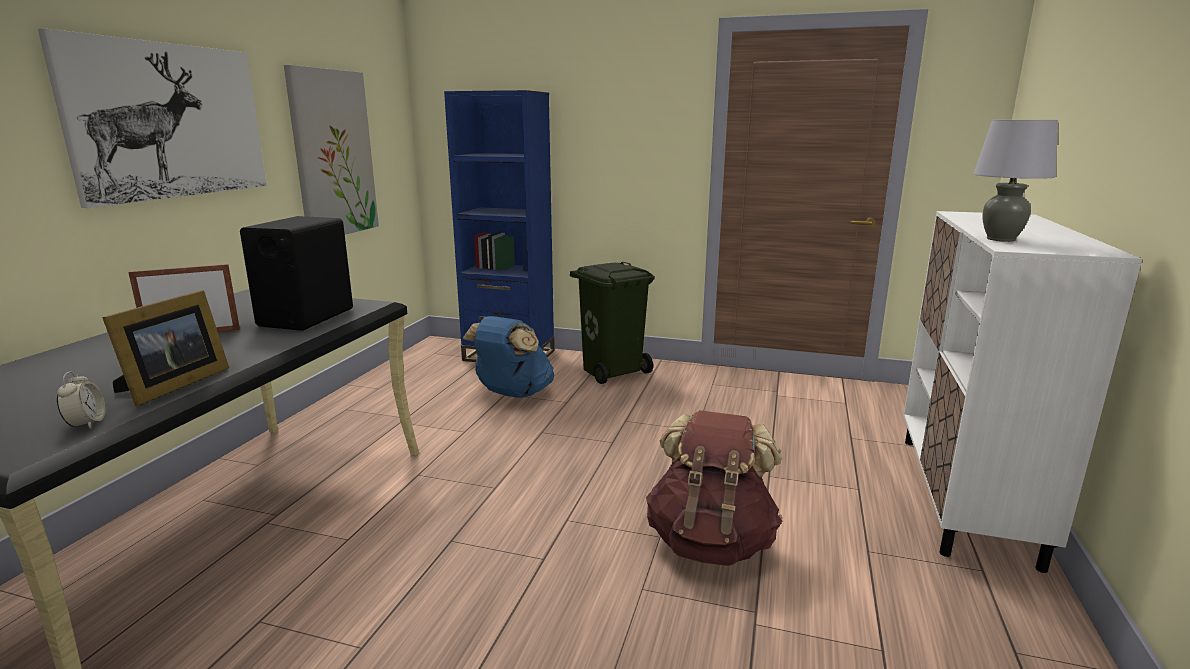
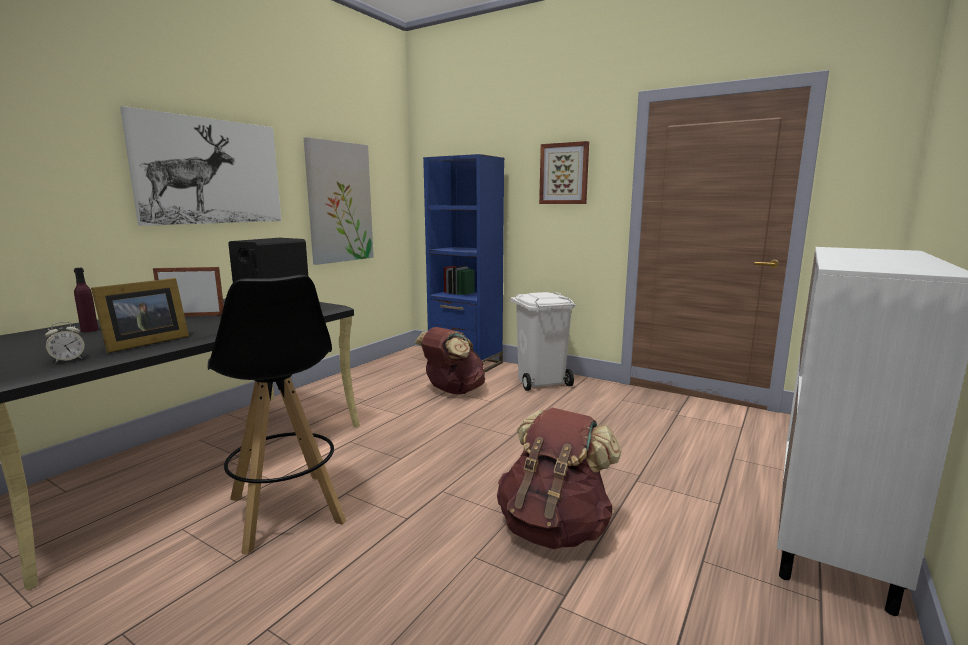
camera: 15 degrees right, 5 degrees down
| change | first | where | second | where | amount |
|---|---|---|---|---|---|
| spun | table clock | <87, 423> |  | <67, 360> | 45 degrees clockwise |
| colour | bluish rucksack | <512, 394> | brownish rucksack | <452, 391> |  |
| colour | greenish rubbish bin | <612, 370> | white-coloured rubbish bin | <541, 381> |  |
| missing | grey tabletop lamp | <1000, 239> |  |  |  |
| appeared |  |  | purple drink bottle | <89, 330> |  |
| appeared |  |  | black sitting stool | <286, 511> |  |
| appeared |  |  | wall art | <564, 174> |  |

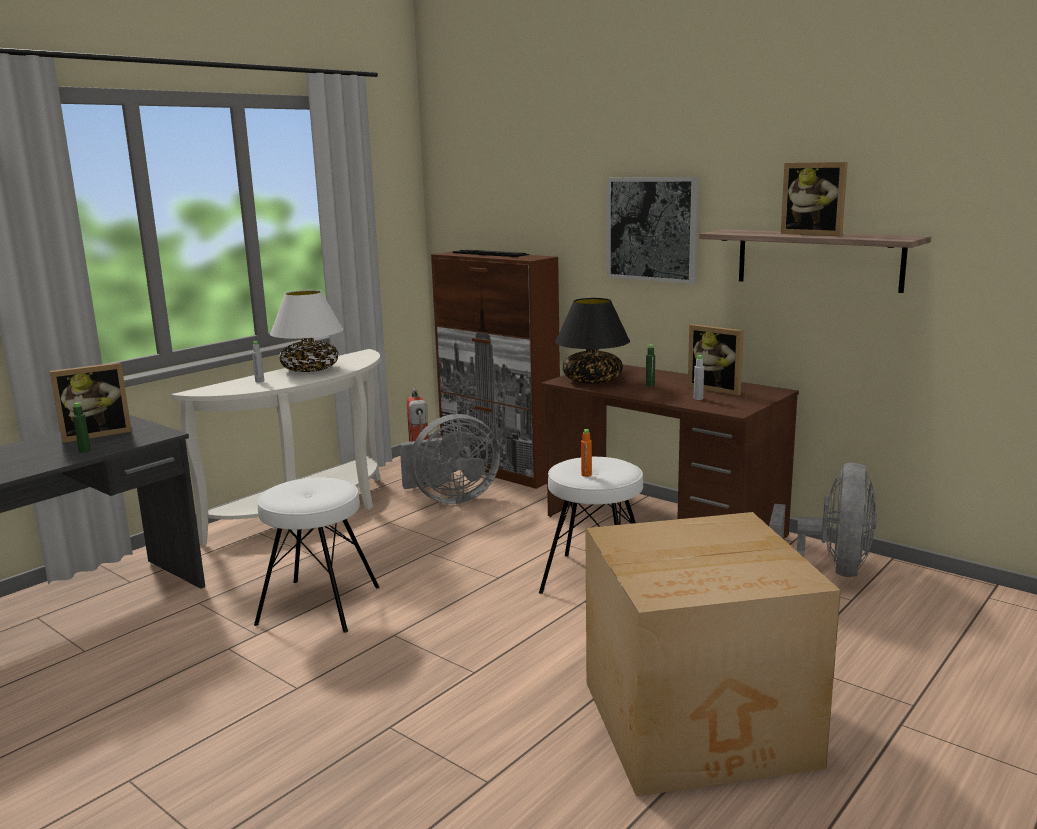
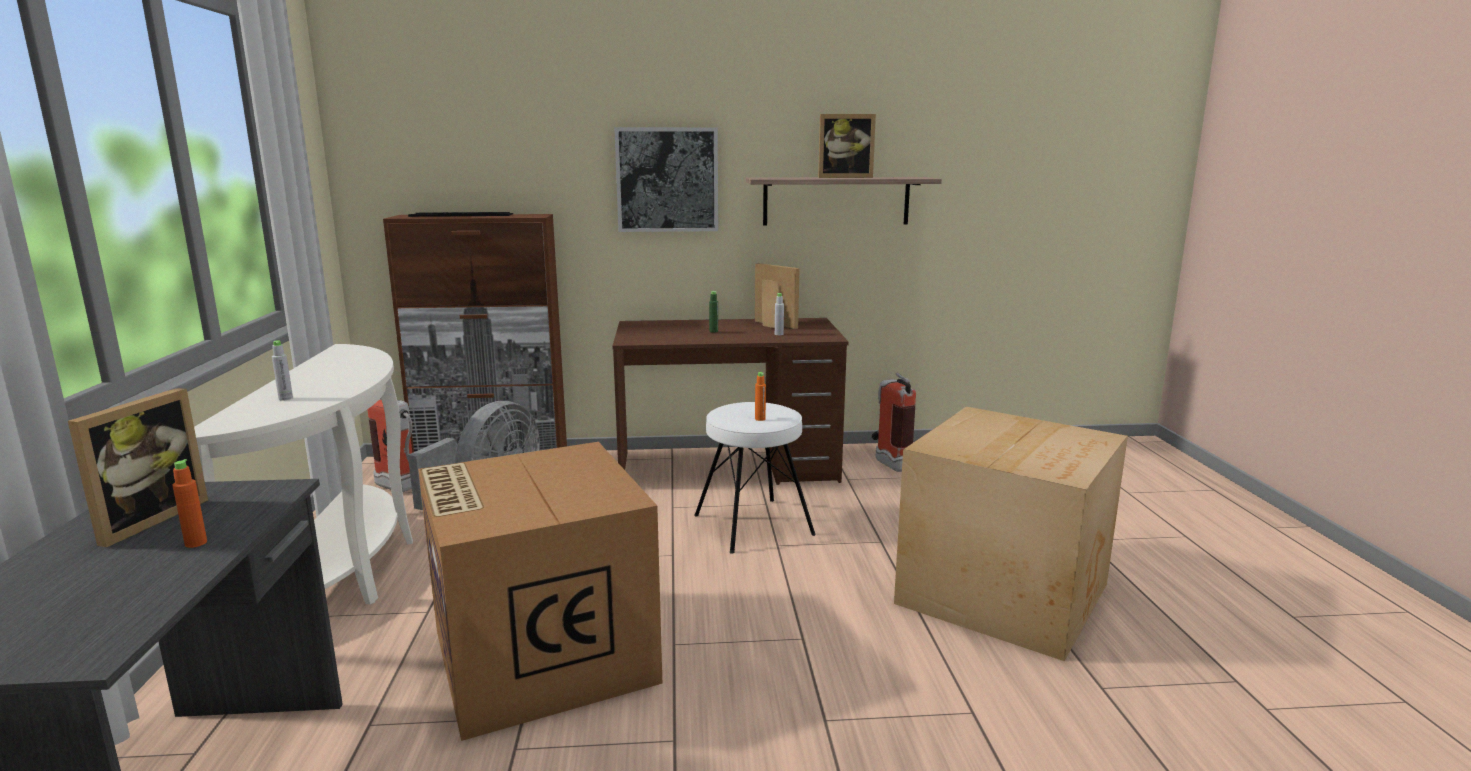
camera: 45 degrees left, 0 degrees up
| change | first | where | second | where | amount |
|---|---|---|---|---|---|
| colour | greenish drink bottle | <84, 451> | orange drink bottle | <196, 543> |  |
| exchanged | white-coloured sitting stool | <319, 605> | packing box | <540, 655> |  |
| missing | white-coloured tabletop lamp | <310, 369> |  |  |  |
| missing | black tabletop lamp | <592, 381> |  |  |  |
| spun | picture frame | <717, 389> |  | <771, 325> | 135 degrees counterclockwise |
| exchanged | grey electric fan | <830, 571> | fire-fighting cylinder | <888, 462> |  |

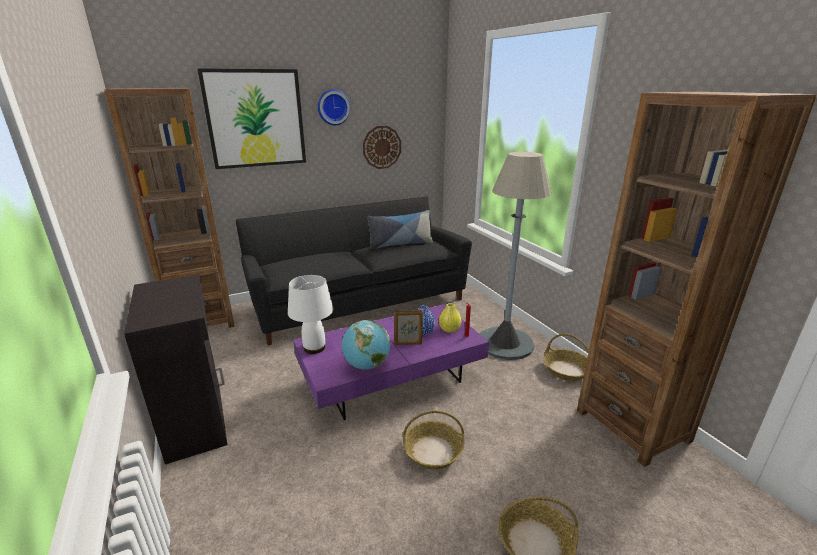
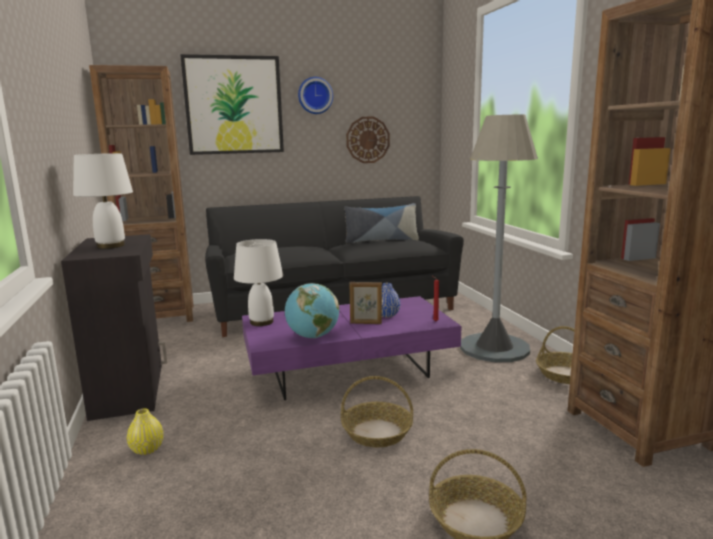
camera: 10 degrees right, 10 degrees down
| change | first | where | second | where | amount |
|---|---|---|---|---|---|
| relocated | yellow decorative vase | <449, 329> |  | <147, 449> |  |
| appeared |  |  | white-coloured tabletop lamp | <111, 246> |  |

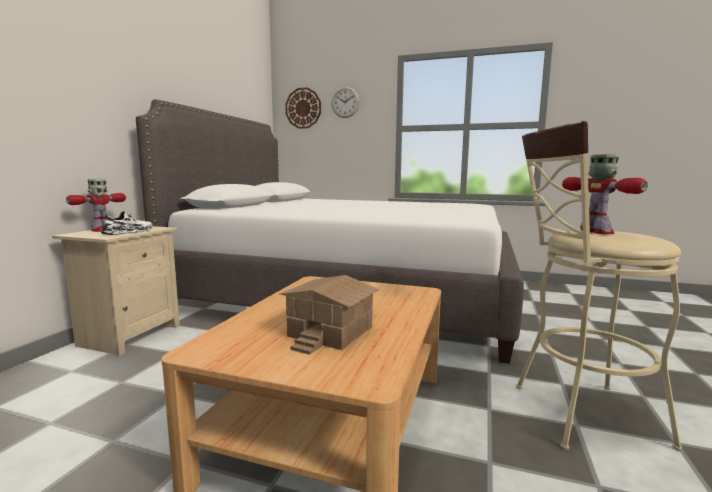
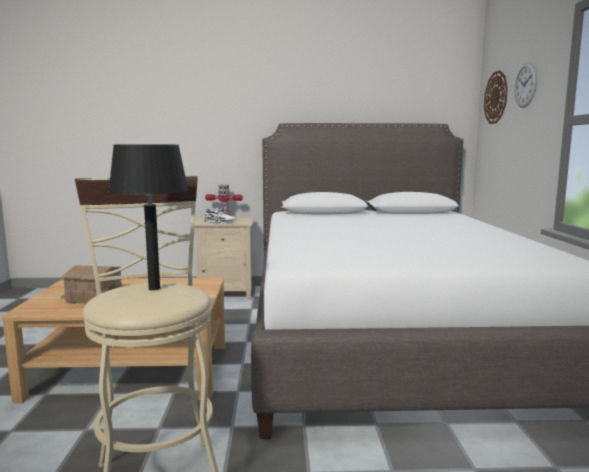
camera: 70 degrees right, 0 degrees up
| change | first | where | second | where | amount |
|---|---|---|---|---|---|
| exchanged | model robot | <597, 232> | black tabletop lamp | <154, 288> |  |

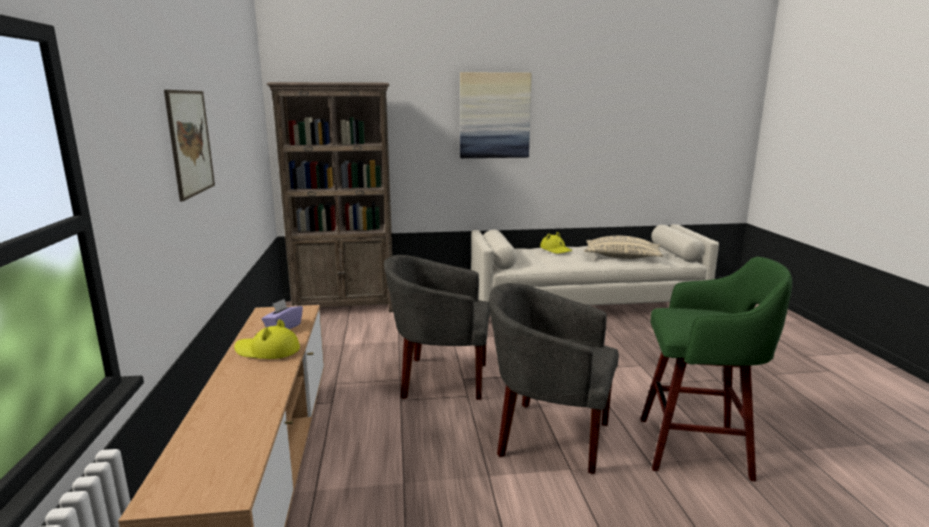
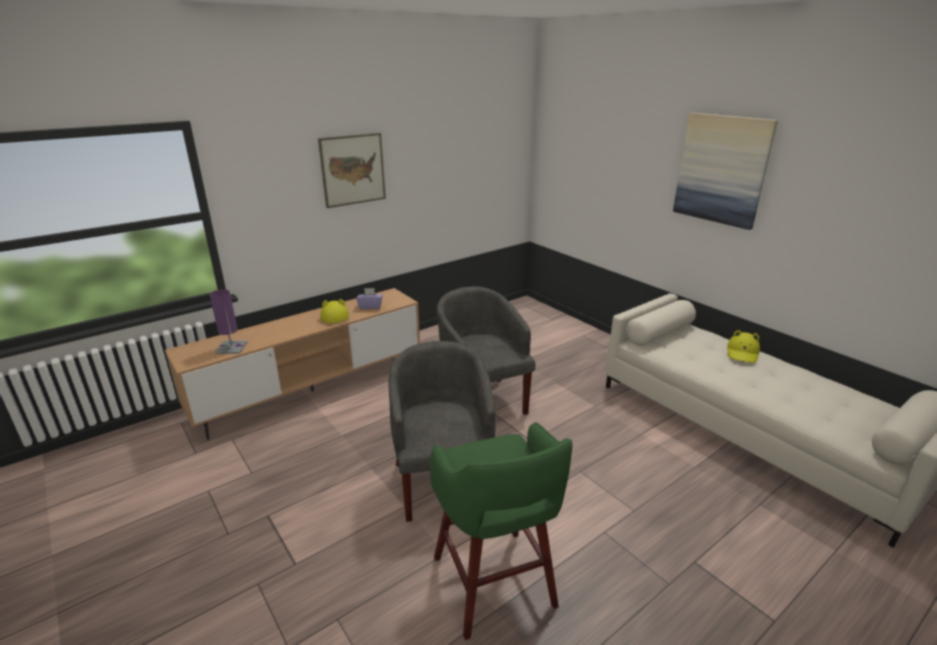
camera: 60 degrees right, 10 degrees up
| change | first | where | second | where | amount |
|---|---|---|---|---|---|
| missing | brownish bookcase | <346, 307> |  |  |  |
| missing | beige cushion | <622, 257> |  |  |  |
| appeared |  |  | purple tabletop lamp | <231, 347> |  |

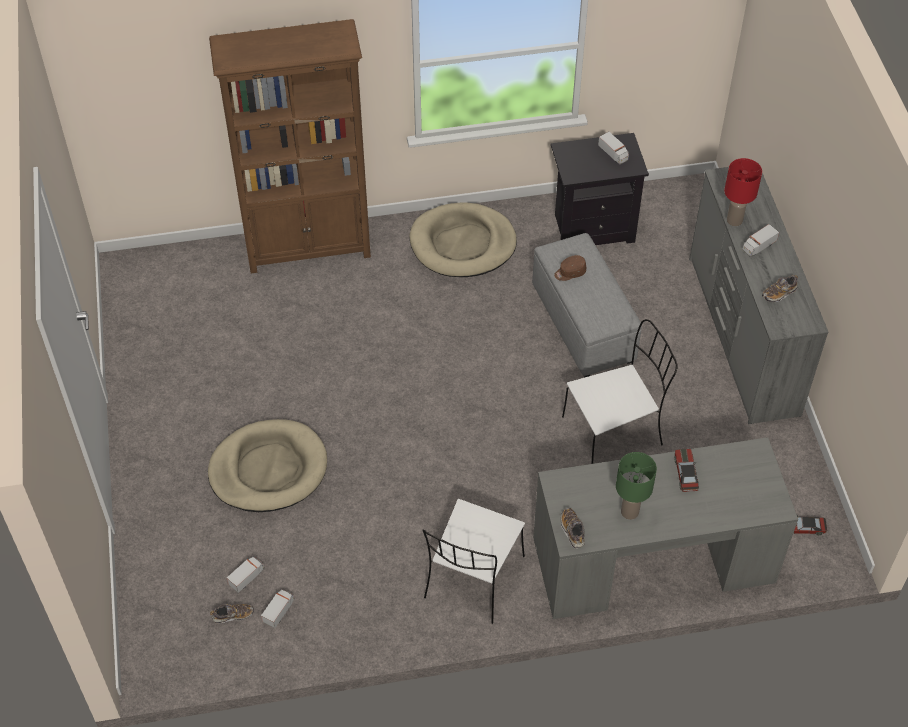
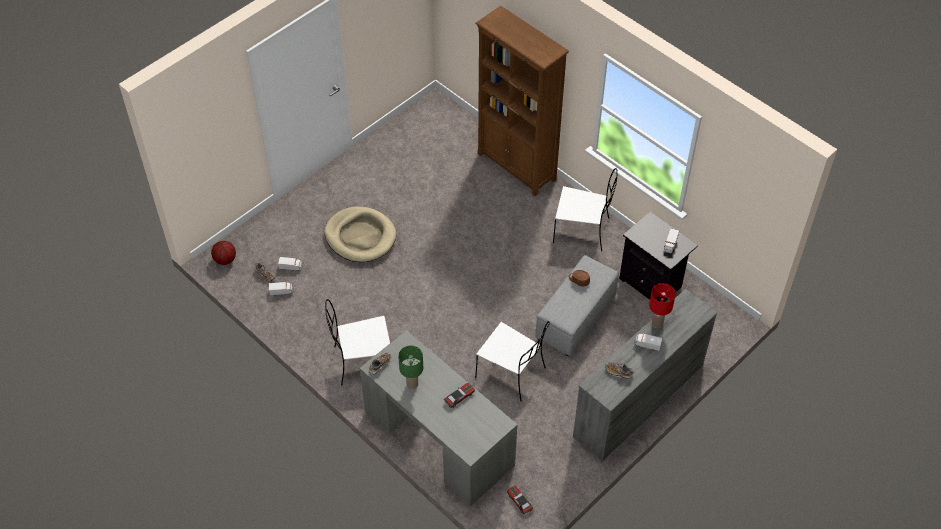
camera: 55 degrees right, 0 degrees up
| change | first | where | second | where | amount |
|---|---|---|---|---|---|
| exchanged | beige dog cushion | <462, 244> | white-coloured upright chair | <583, 231> |  |
| appeared |  |  | basketball ball | <225, 259> |  |

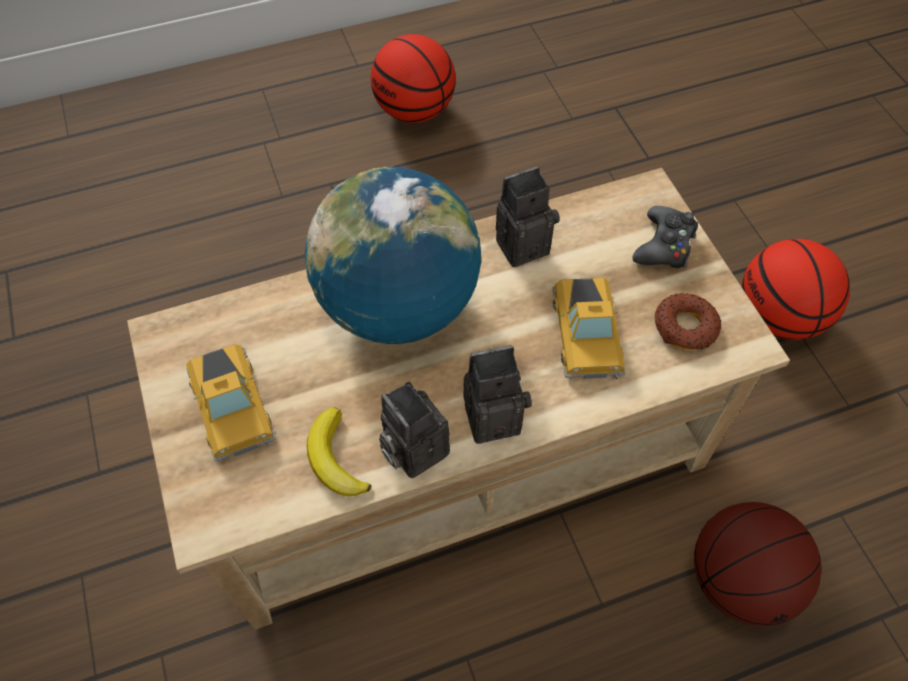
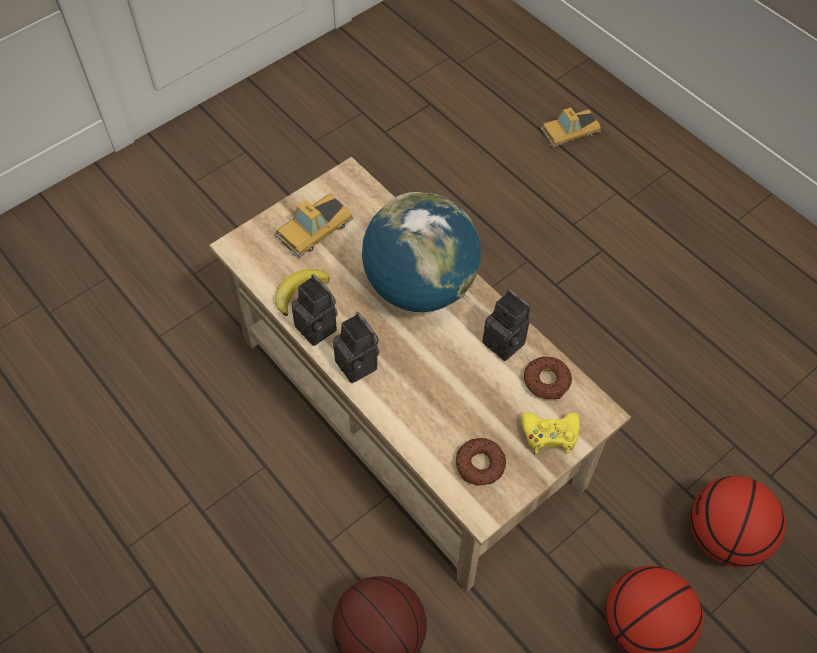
camera: 70 degrees right, 0 degrees up
| change | first | where | second | where | amount |
|---|---|---|---|---|---|
| relocated | basketball ball | <415, 110> |  | <725, 536> |  |
| spun | photo camera | <411, 449> |  | <319, 328> | 105 degrees clockwise |
| relocated | toy car | <586, 334> |  | <569, 131> |  |
| colour | black gamepad | <664, 245> | yellow gamepad | <550, 435> |  |
| appeared |  |  | donut | <547, 381> |  |

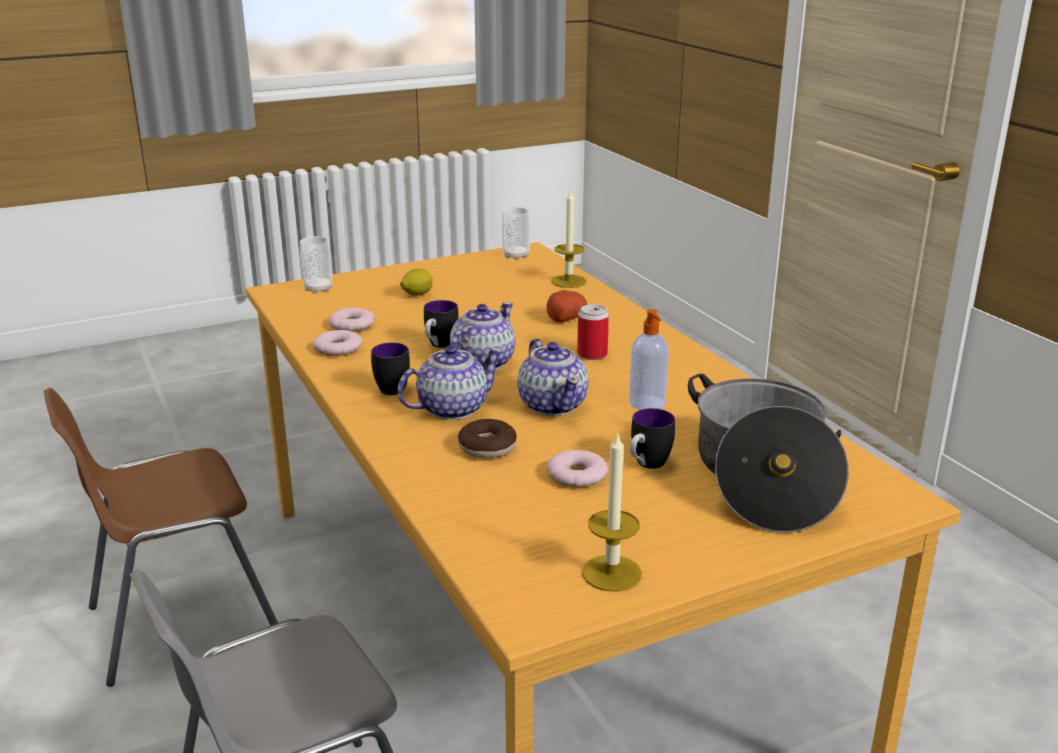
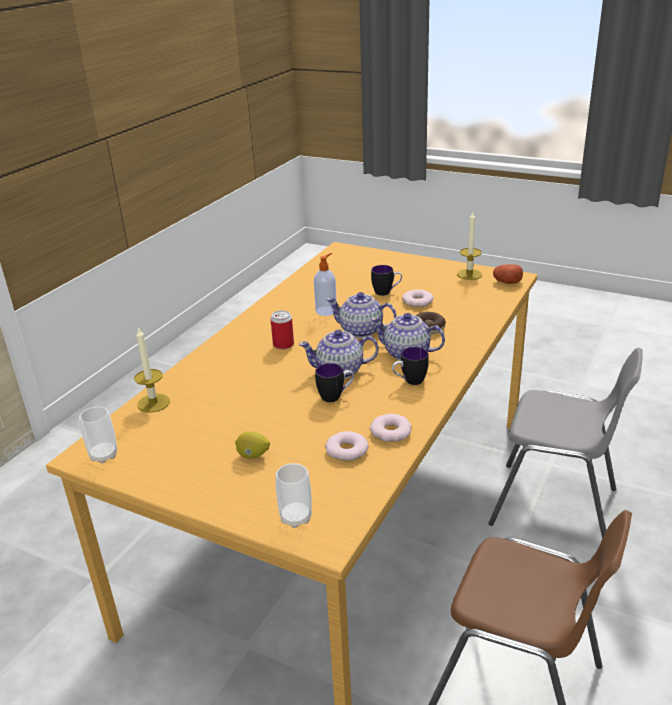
camera: 125 degrees left, 5 degrees up
| change | first | where | second | where | amount |
|---|---|---|---|---|---|
| spun | pot for tea | <553, 405> |  | <361, 331> | 105 degrees counterclockwise |
| relocated | potato | <566, 318> |  | <506, 282> |  |
| missing | stockpot | <761, 479> |  |  |  |

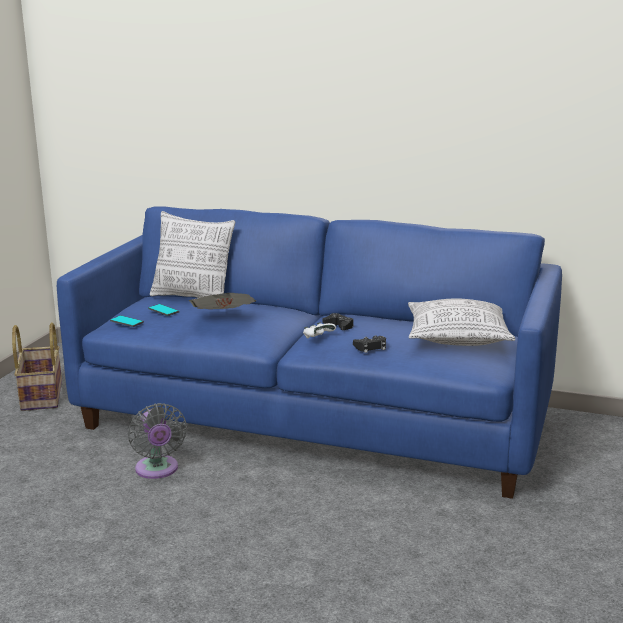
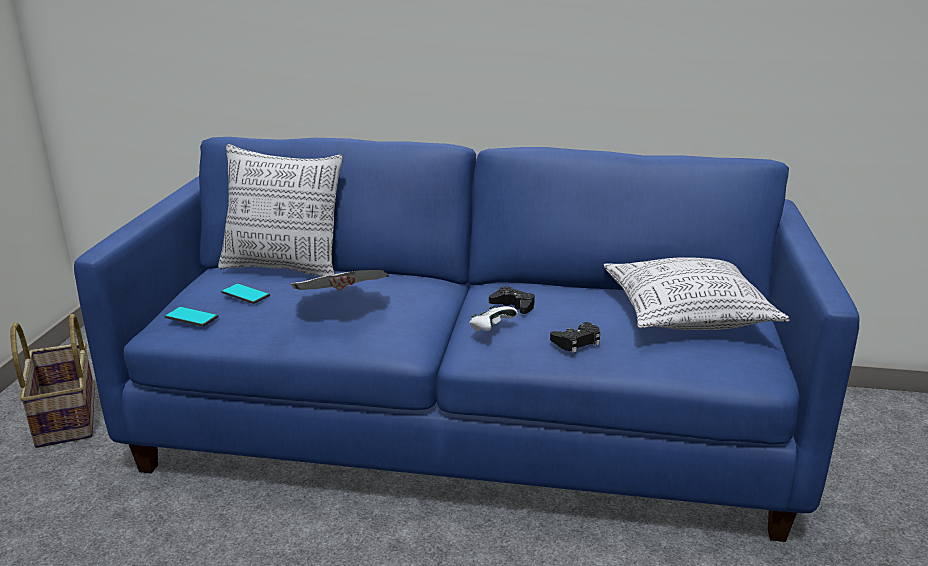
camera: 10 degrees left, 5 degrees up
| change | first | where | second | where | amount |
|---|---|---|---|---|---|
| missing | grey electric fan | <157, 470> |  |  |  |

